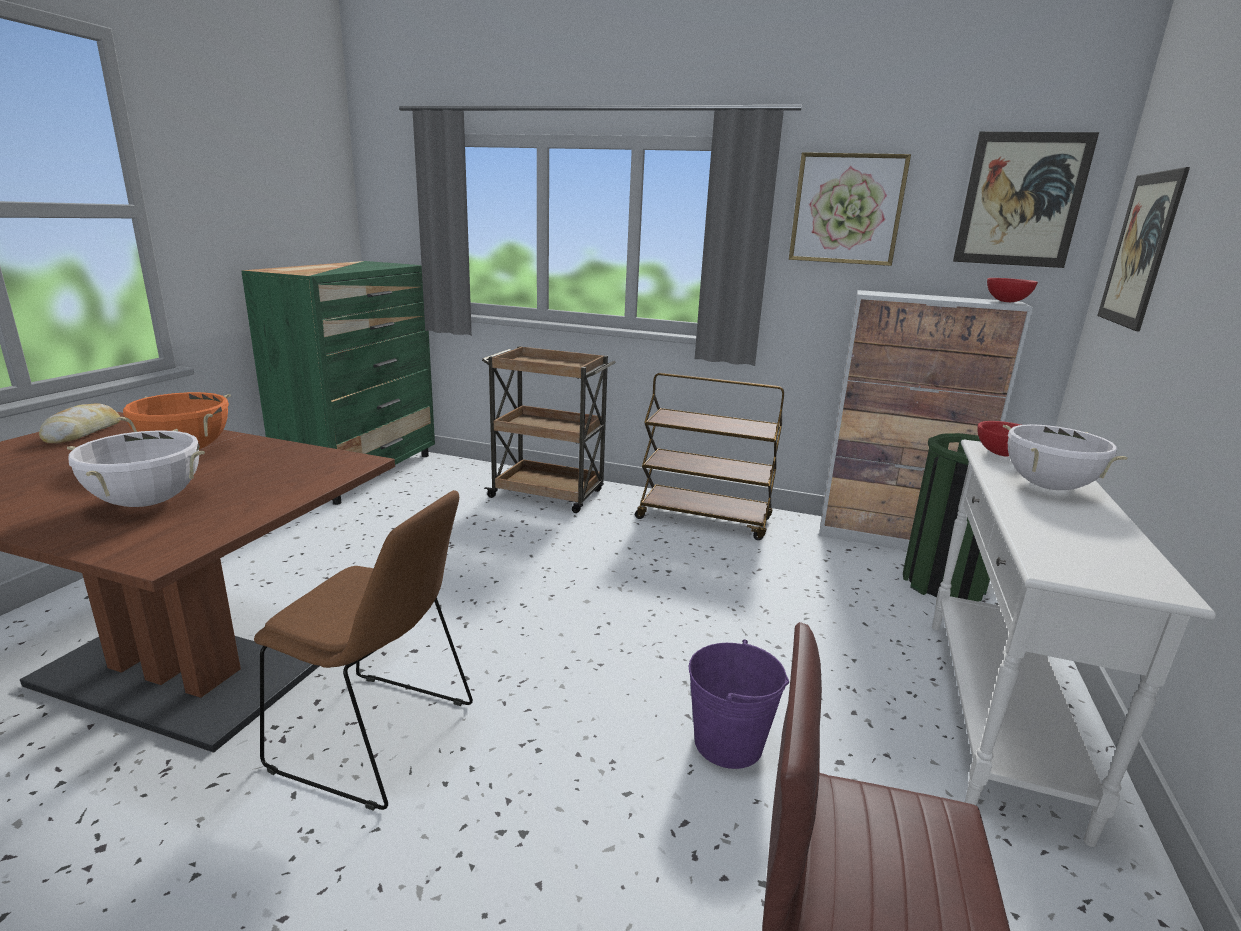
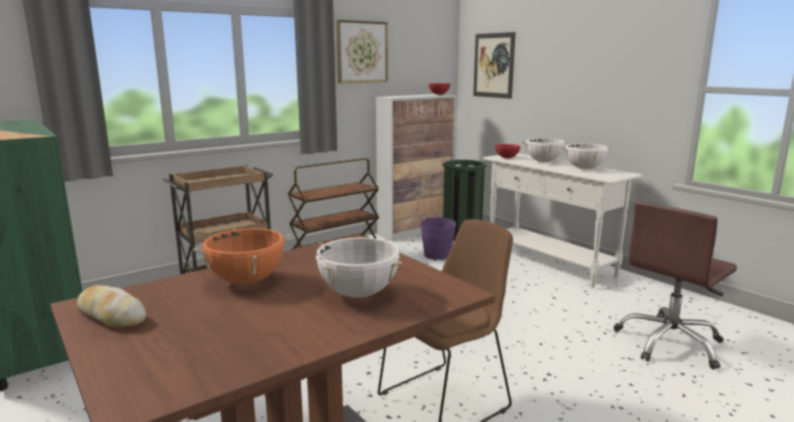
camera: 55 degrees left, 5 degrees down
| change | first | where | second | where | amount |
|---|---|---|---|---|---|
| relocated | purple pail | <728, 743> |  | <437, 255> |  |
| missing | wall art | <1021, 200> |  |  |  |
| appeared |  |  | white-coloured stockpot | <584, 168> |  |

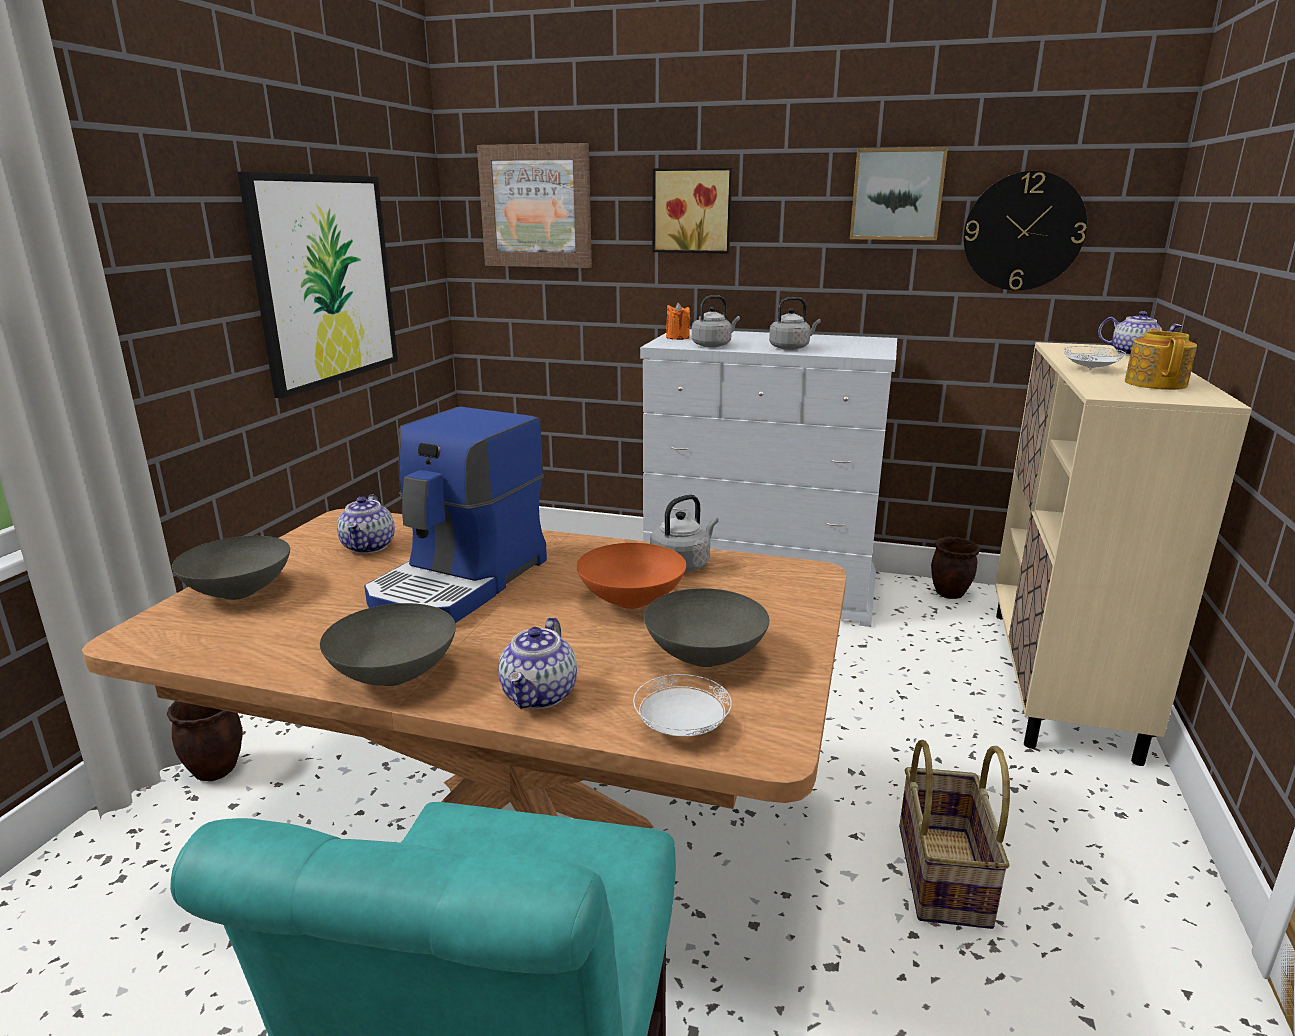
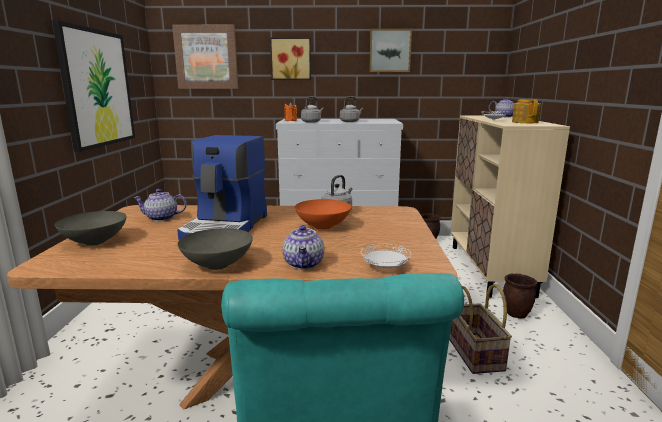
camera: 15 degrees left, 5 degrees down
| change | first | where | second | where | amount |
|---|---|---|---|---|---|
| relocated | brownish plant pot | <217, 770> |  | <516, 314> |  |
| spun | pot for tea | <369, 547> |  | <161, 218> | 105 degrees clockwise |
| missing | grey bowl | <706, 657> |  |  |  |
| missing | clock on the wall | <1023, 231> |  |  |  |

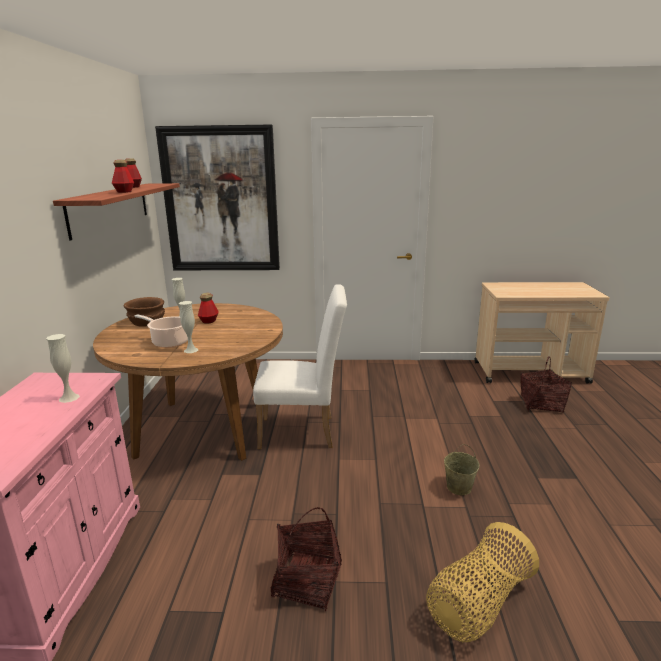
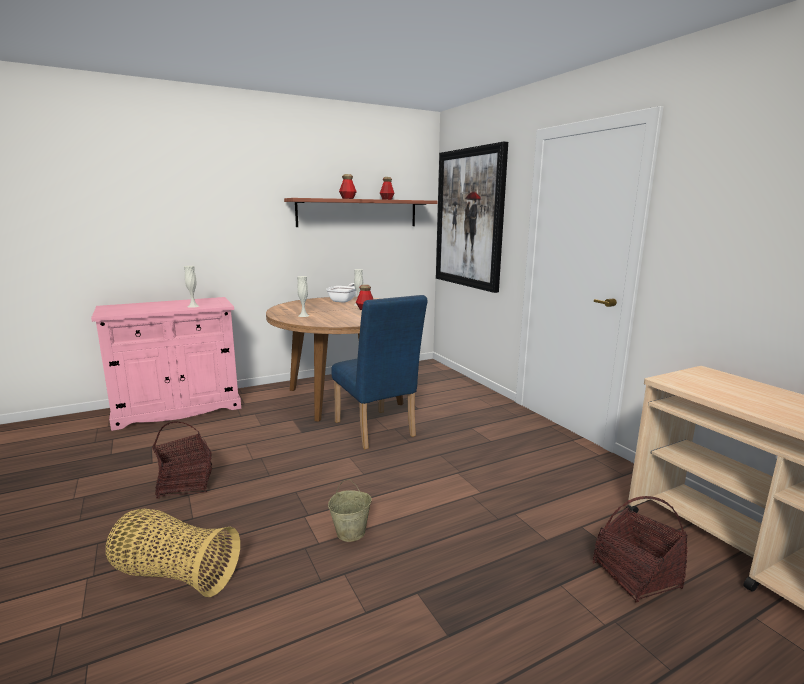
camera: 60 degrees right, 5 degrees down
| change | first | where | second | where | amount |
|---|---|---|---|---|---|
| exchanged | brownish bowl | <147, 322> | pan | <343, 300> |  |
| missing | stockpot | <168, 342> |  |  |  |
| colour | white-coloured upright chair | <303, 432> | bluish upright chair | <376, 431> |  |

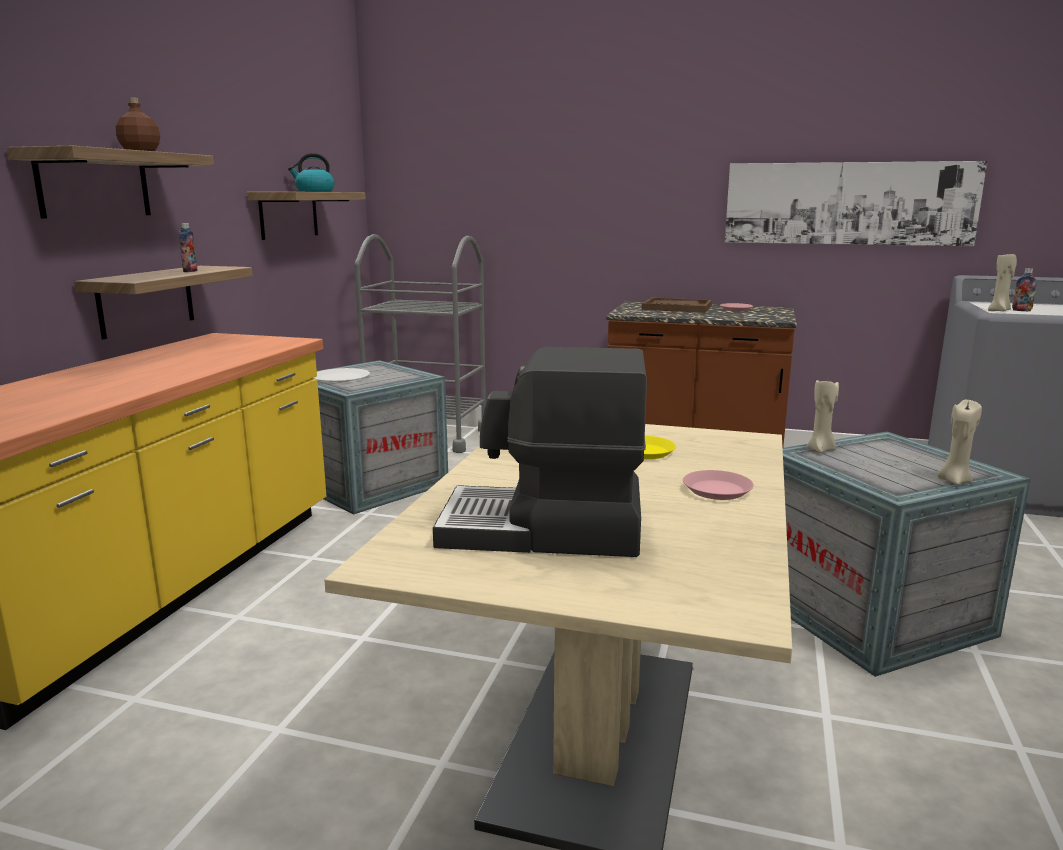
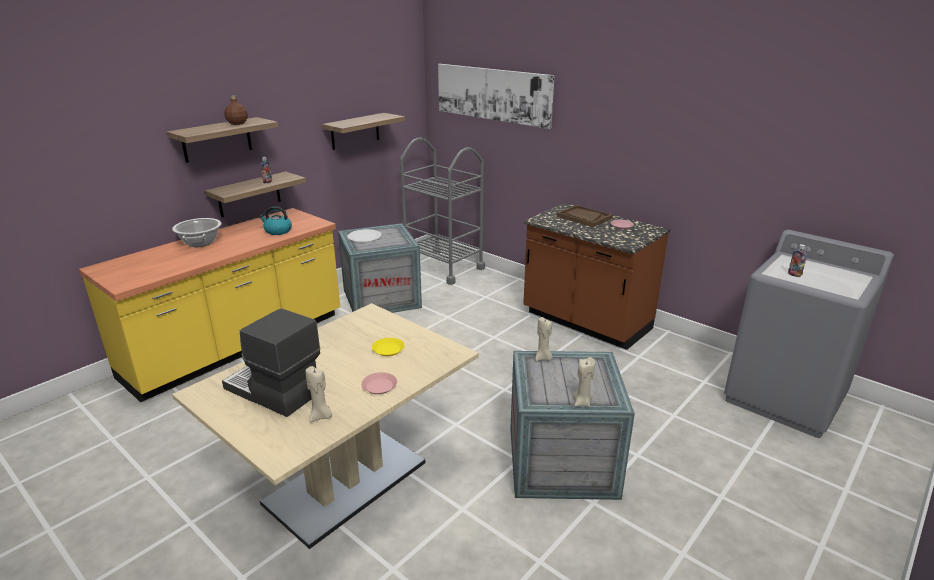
camera: 25 degrees right, 10 degrees up
| change | first | where | second | where | amount |
|---|---|---|---|---|---|
| relocated | tea kettle | <314, 191> |  | <277, 231> |  |
| relocated | wall art | <848, 203> |  | <493, 94> |  |
| relocated | beige wax candle | <999, 311> |  | <321, 416> |  |
| appeared |  |  | stockpot | <200, 242> |  |

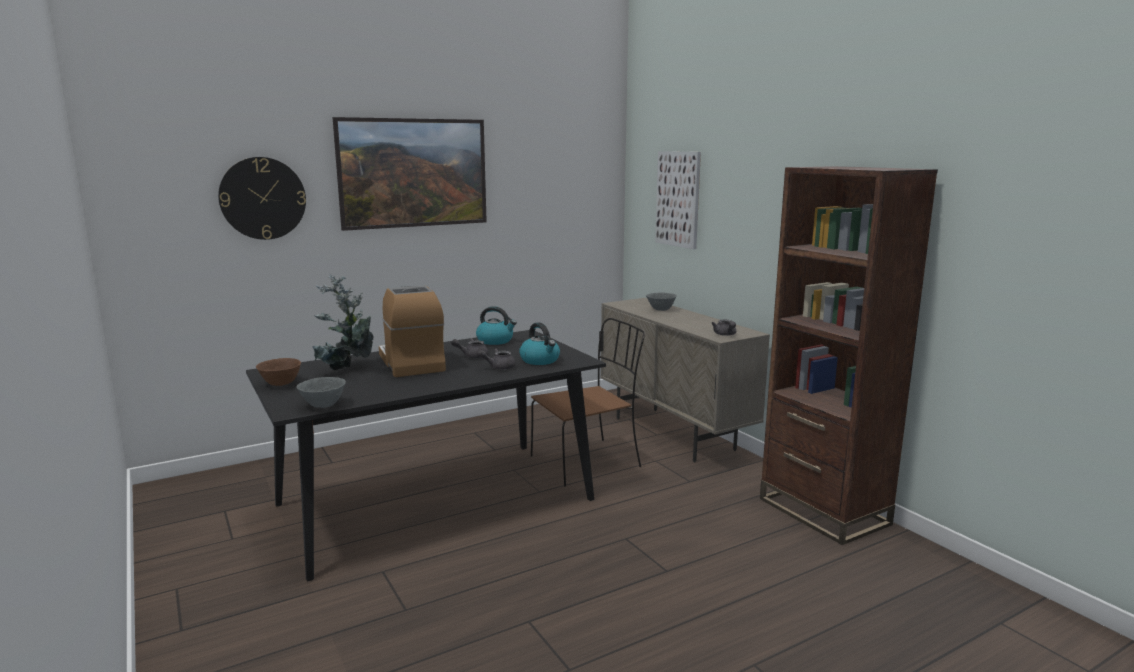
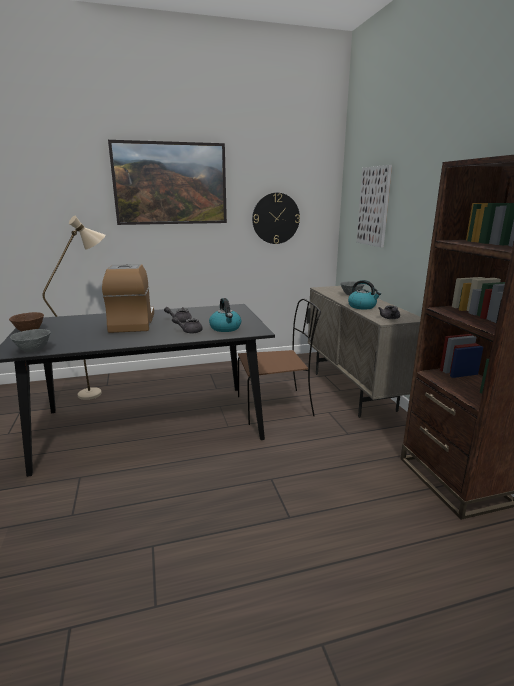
camera: 15 degrees right, 5 degrees up
| change | first | where | second | where | amount |
|---|---|---|---|---|---|
| relocated | clock on the wall | <263, 198> |  | <275, 218> |  |
| missing | houseplant | <347, 371> |  |  |  |
| relocated | tea kettle | <495, 341> |  | <362, 306> |  |
| appeared |  |  | beige floor lamp | <98, 392> |  |

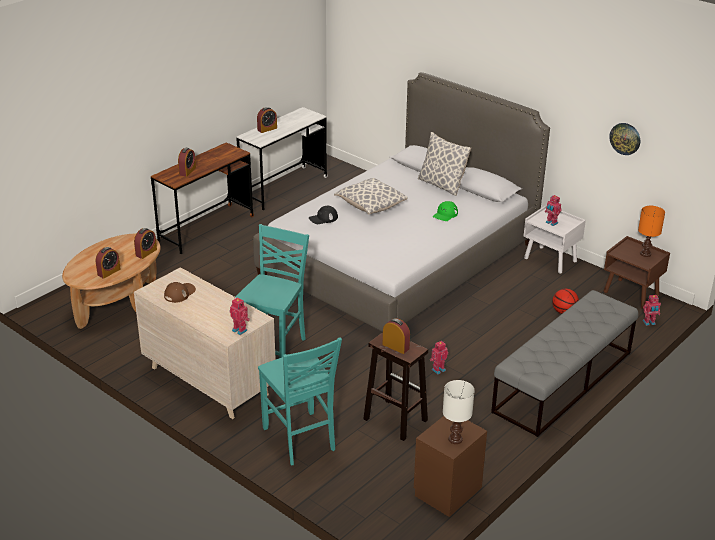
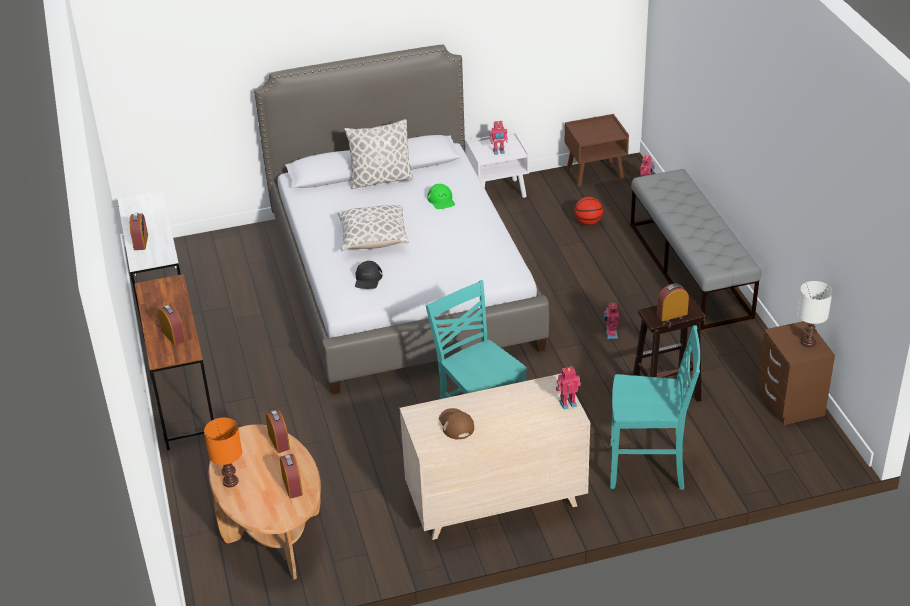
camera: 55 degrees left, 5 degrees up
| change | first | where | second | where | amount |
|---|---|---|---|---|---|
| missing | clock on the wall | <625, 138> |  |  |  |
| relocated | orange tabletop lamp | <646, 254> |  | <231, 481> |  |

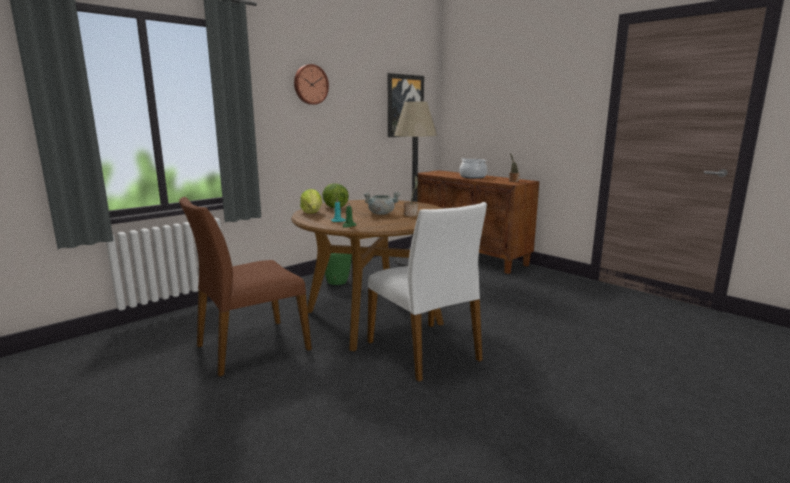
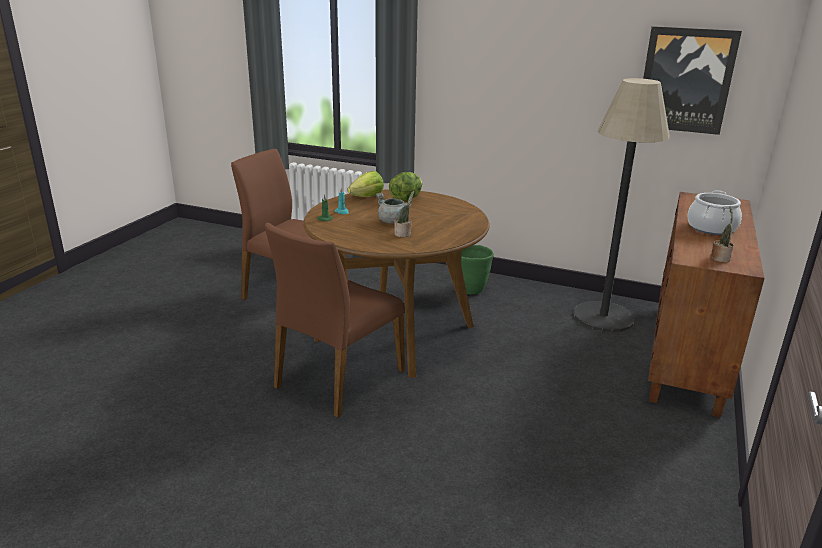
camera: 65 degrees right, 10 degrees up
| change | first | where | second | where | amount |
|---|---|---|---|---|---|
| missing | clock on the wall | <310, 84> |  |  |  |
| colour | white-coloured upright chair | <425, 351> | brownish upright chair | <338, 378> |  |

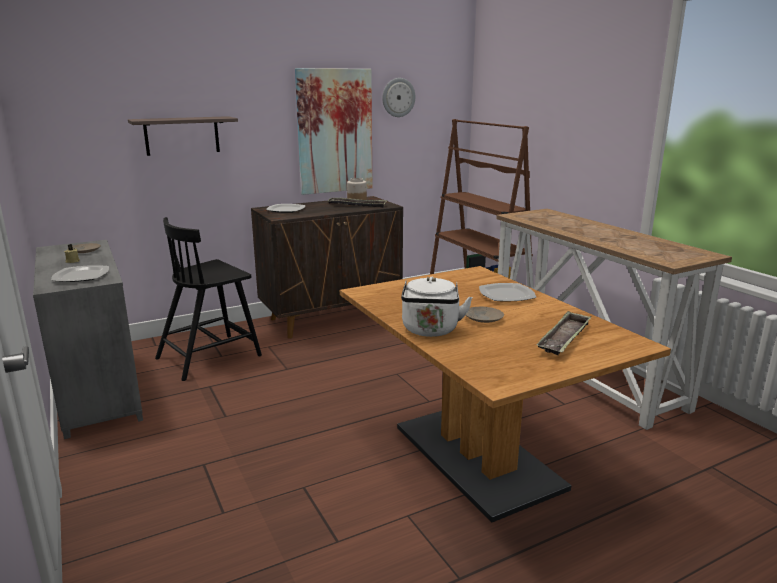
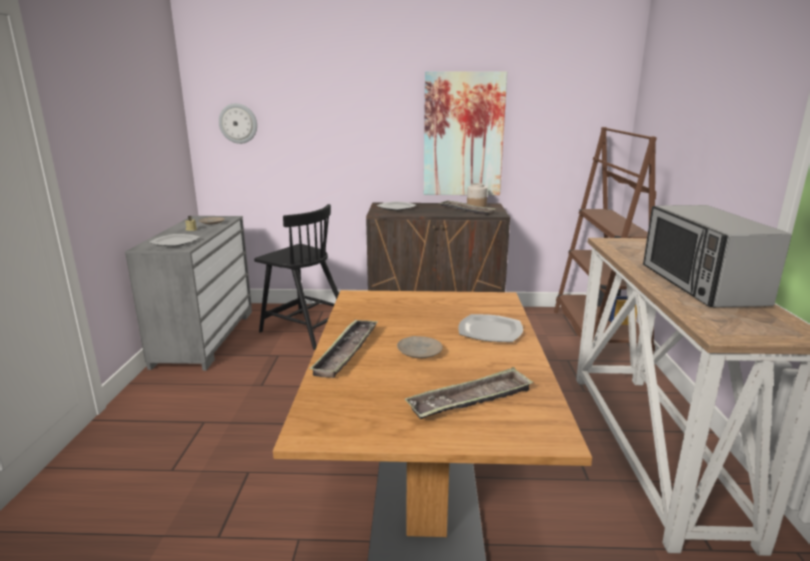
camera: 30 degrees right, 0 degrees up
| change | first | where | second | where | amount |
|---|---|---|---|---|---|
| missing | shelf | <182, 135> |  |  |  |
| spun | black upright chair | <210, 356> |  | <305, 329> | 135 degrees counterclockwise |
| relocated | clock on the wall | <398, 97> |  | <238, 123> |  |
| exchanged | white-coloured tea kettle | <430, 331> | carrying tray | <346, 352> |  |
| appeared |  |  | kitchen microwave | <700, 285> |  |

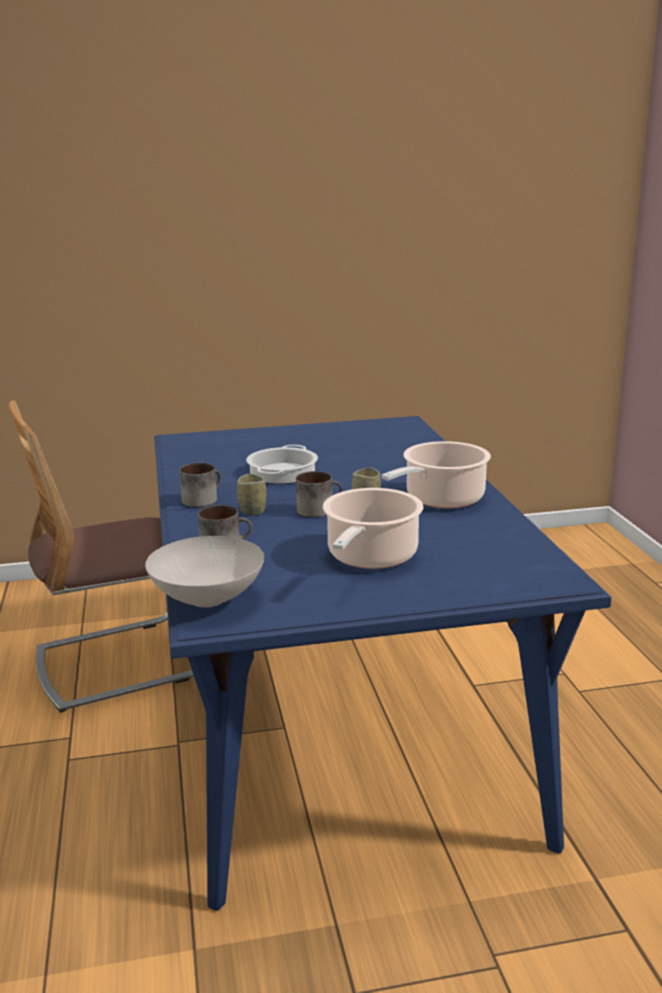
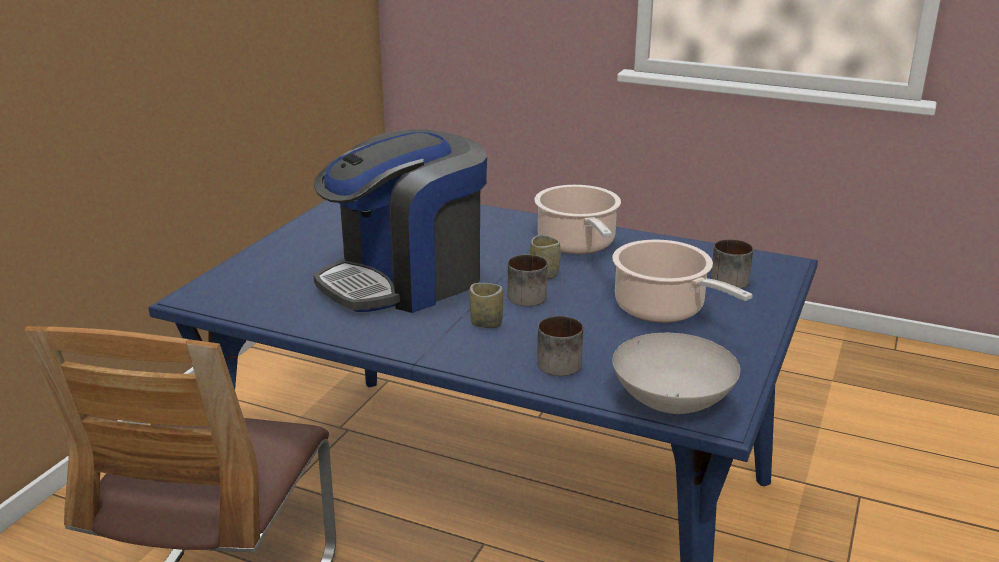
camera: 55 degrees left, 5 degrees up
| change | first | where | second | where | amount |
|---|---|---|---|---|---|
| relocated | mug | <202, 499> |  | <725, 278> |  |
| exchanged | stockpot | <283, 473> | coffee machine | <406, 280> |  |

